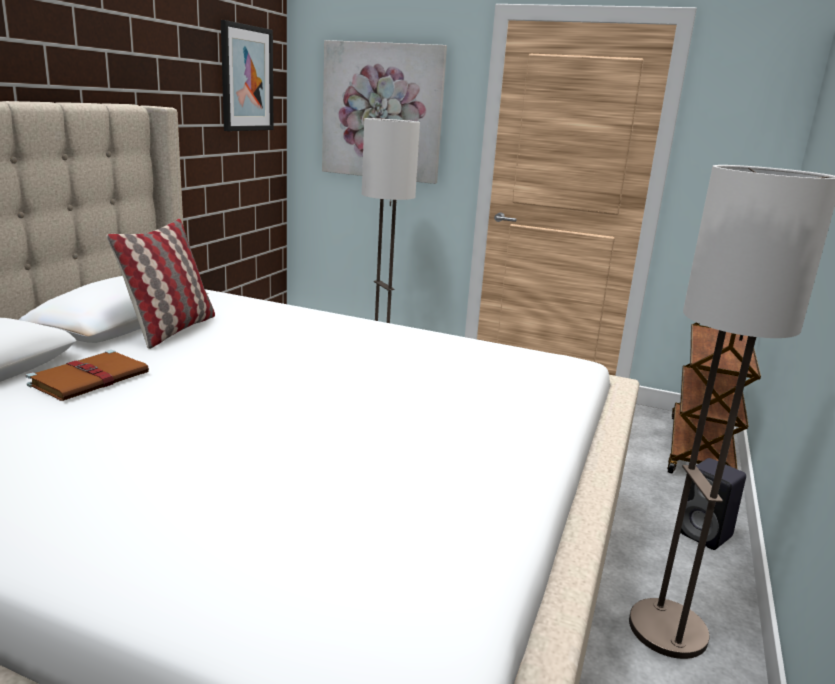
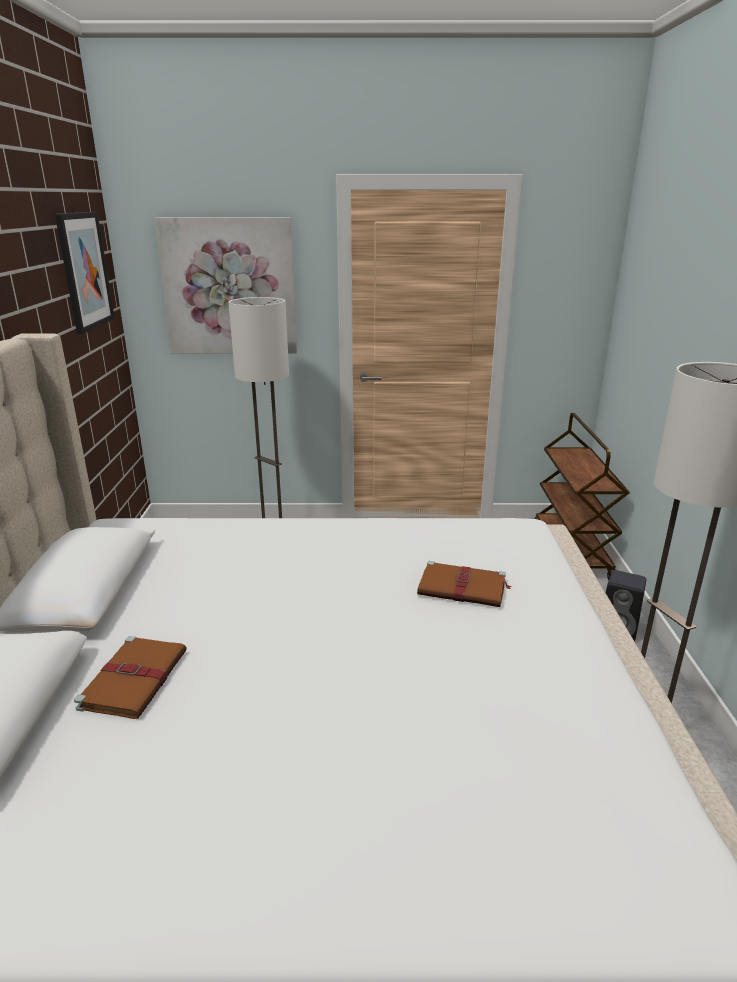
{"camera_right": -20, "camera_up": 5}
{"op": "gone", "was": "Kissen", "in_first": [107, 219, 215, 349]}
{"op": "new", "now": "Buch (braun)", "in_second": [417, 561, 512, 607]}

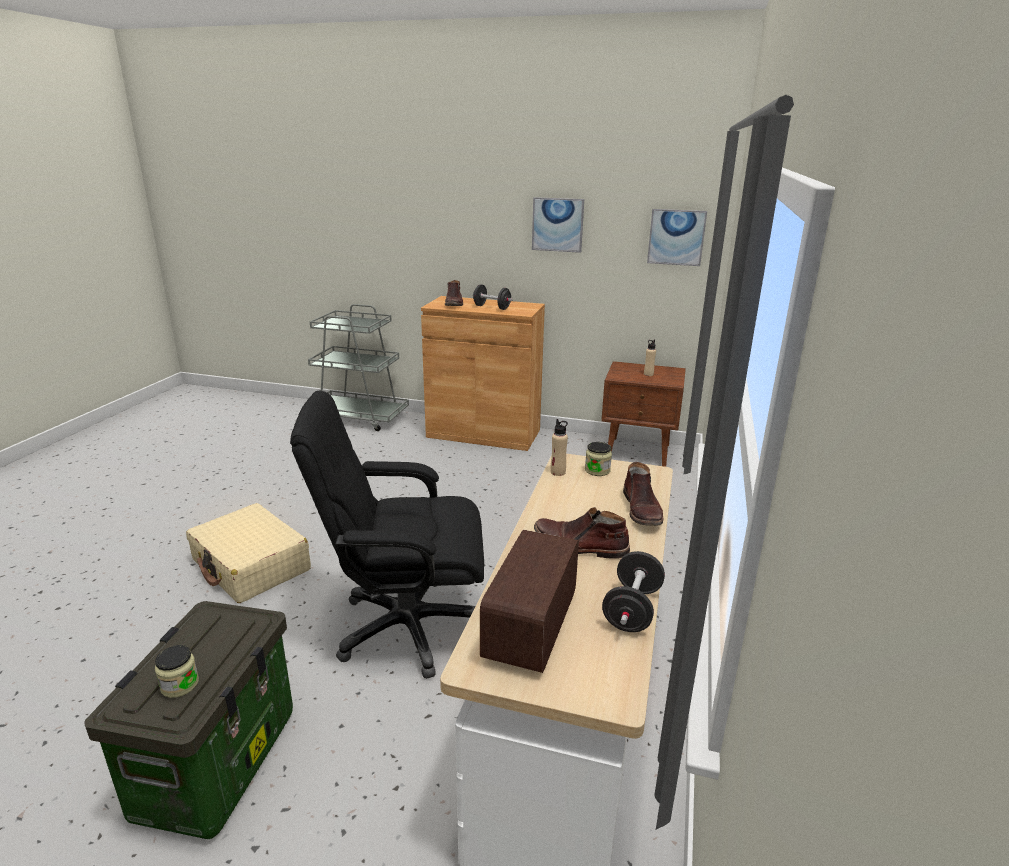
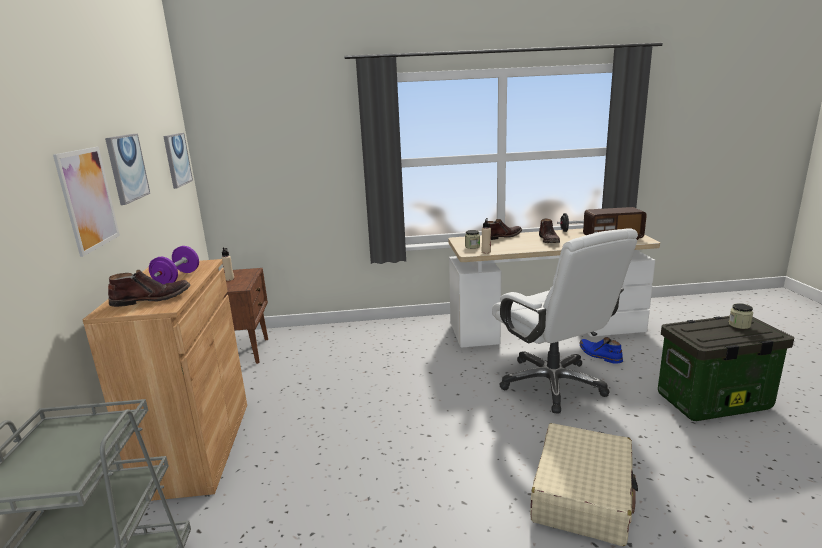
{"camera_right": -110, "camera_up": -5}
{"op": "repainted", "was": "Hantel (schwarz)", "now": "Hantel (lila)", "in_first": [473, 284, 512, 310], "in_second": [149, 246, 199, 284]}
{"op": "repainted", "was": "Bürostuhl (schwarz)", "now": "Bürostuhl (weiß)", "in_first": [290, 391, 484, 679], "in_second": [492, 228, 638, 414]}
{"op": "new", "now": "Bild", "in_second": [53, 147, 120, 257]}
{"op": "new", "now": "Stiefel (blau)", "in_second": [579, 337, 623, 364]}

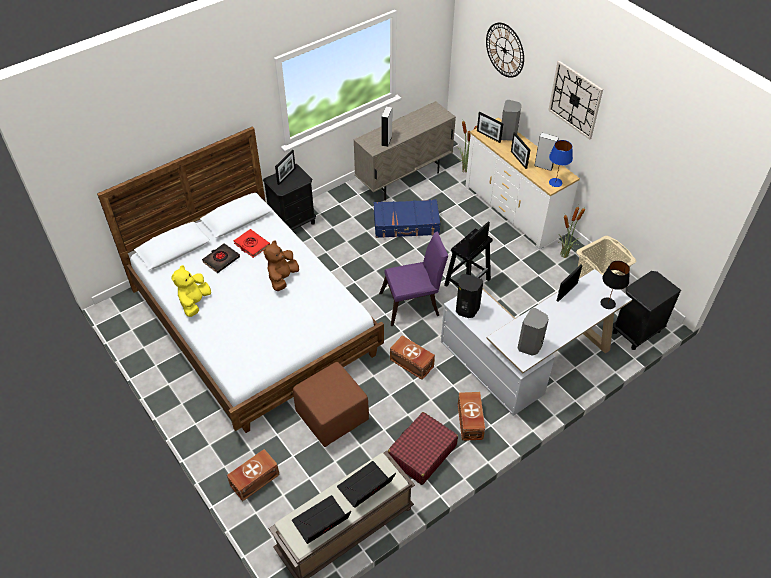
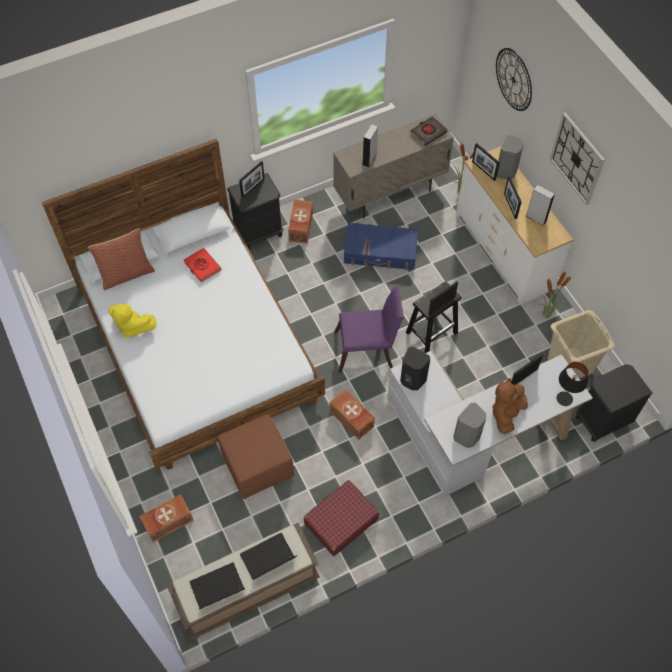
{"camera_right": 10, "camera_up": 10}
{"op": "gone", "was": "Tischlampe (blau)", "in_first": [549, 140, 573, 187]}
{"op": "shifted", "was": "Plüschtier (braun)", "in_first": [263, 240, 299, 291], "in_second": [492, 378, 528, 434]}
{"op": "shifted", "was": "Buch (schwarz)", "in_first": [202, 243, 240, 273], "in_second": [410, 116, 447, 146]}
{"op": "rotated", "was": "Plüschtier (gelb)", "in_first": [171, 265, 211, 317], "in_second": [109, 304, 157, 338], "clockwise": -90}
{"op": "shifted", "was": "Aufbewahrungsbox (braun)", "in_first": [458, 392, 485, 441], "in_second": [288, 200, 313, 243]}
{"op": "new", "now": "Kissen", "in_second": [87, 228, 155, 290]}

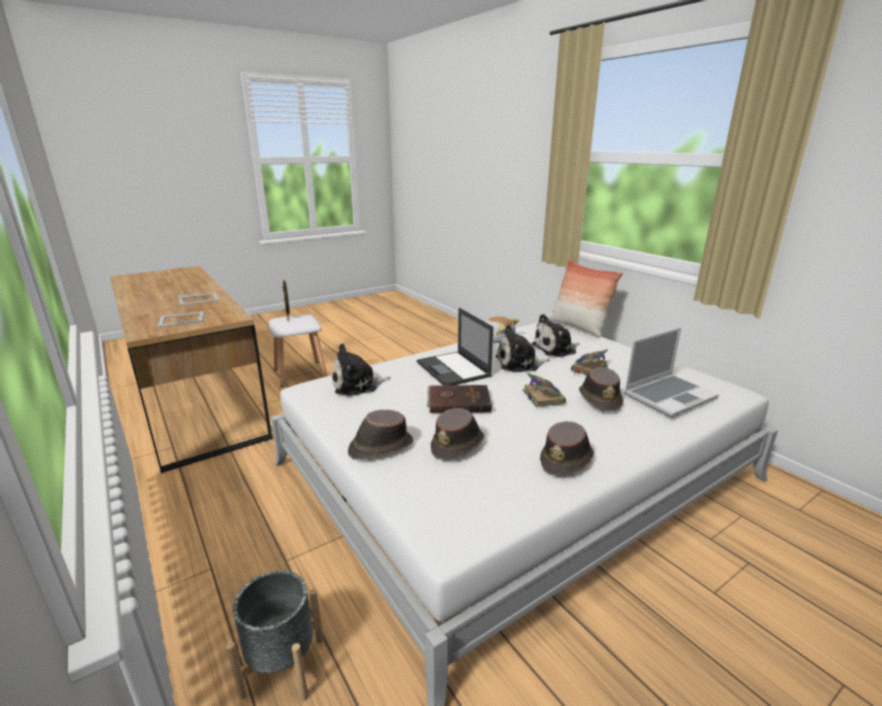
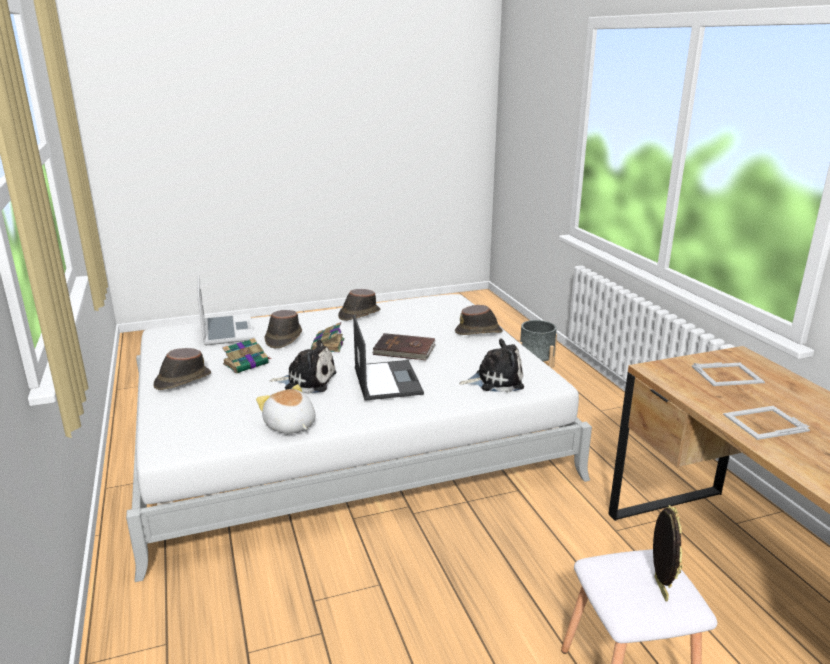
{"camera_right": -165, "camera_up": 0}
{"op": "gone", "was": "Kissen", "in_first": [549, 260, 623, 338]}
{"op": "gone", "was": "Plüschtier", "in_first": [531, 314, 579, 357]}
{"op": "rotated", "was": "Laptop", "in_first": [624, 327, 719, 417], "in_second": [197, 276, 254, 346], "clockwise": 90}
{"op": "shifted", "was": "Hut (braun)", "in_first": [431, 408, 484, 461], "in_second": [153, 348, 211, 390]}

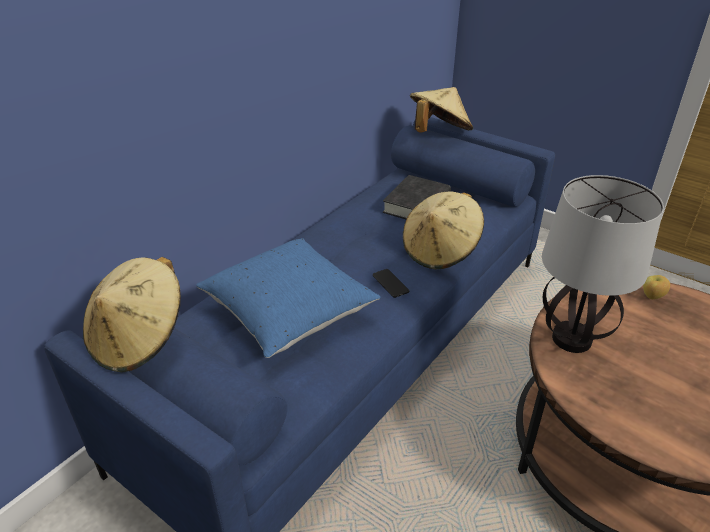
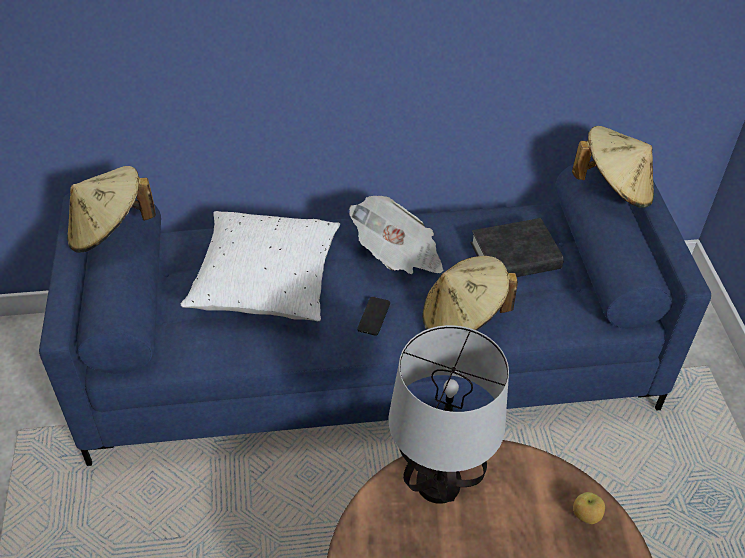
{"camera_right": 45, "camera_up": 10}
{"op": "repainted", "was": "Kissen (blau)", "now": "Kissen (weiß)", "in_first": [196, 238, 381, 358], "in_second": [181, 211, 340, 321]}
{"op": "new", "now": "Zeitung", "in_second": [349, 196, 443, 274]}

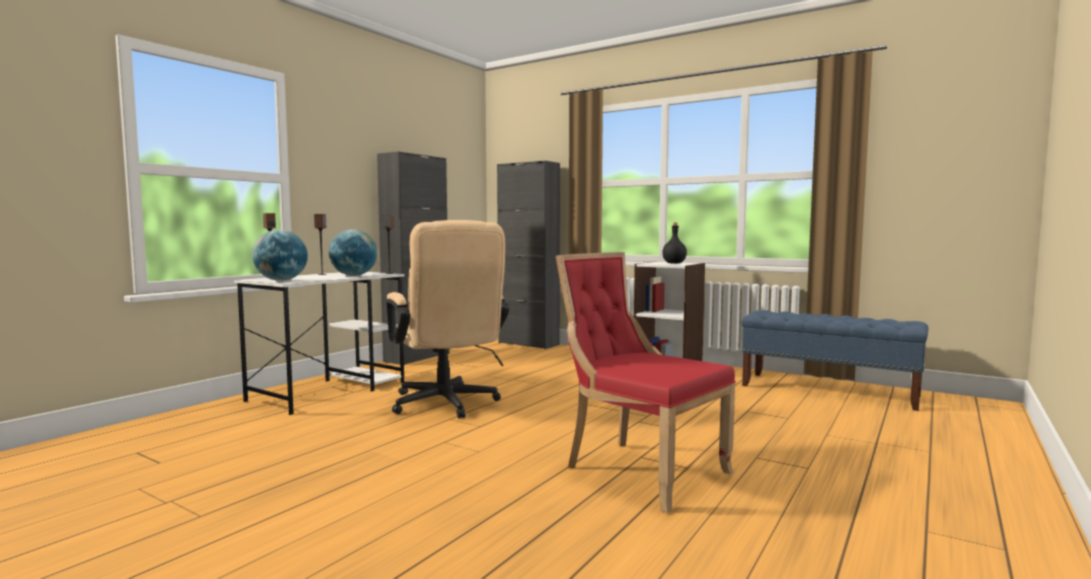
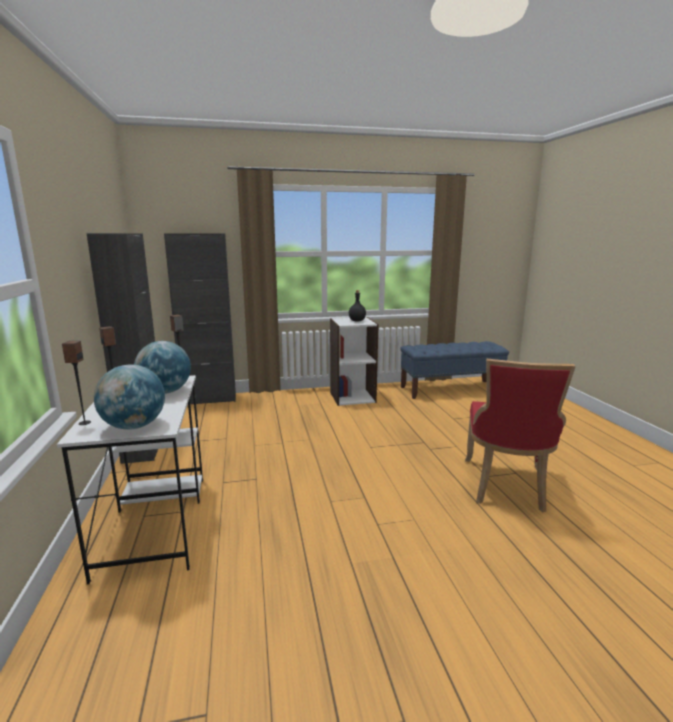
{"camera_right": -45, "camera_up": 10}
{"op": "gone", "was": "Bürostuhl (beige)", "in_first": [386, 220, 509, 418]}
{"op": "rotated", "was": "Stuhl (rot)", "in_first": [556, 252, 736, 513], "in_second": [465, 359, 575, 512], "clockwise": -75}

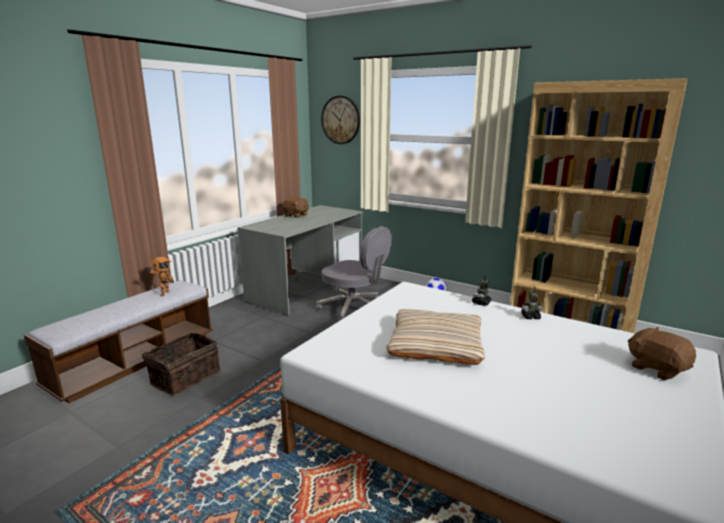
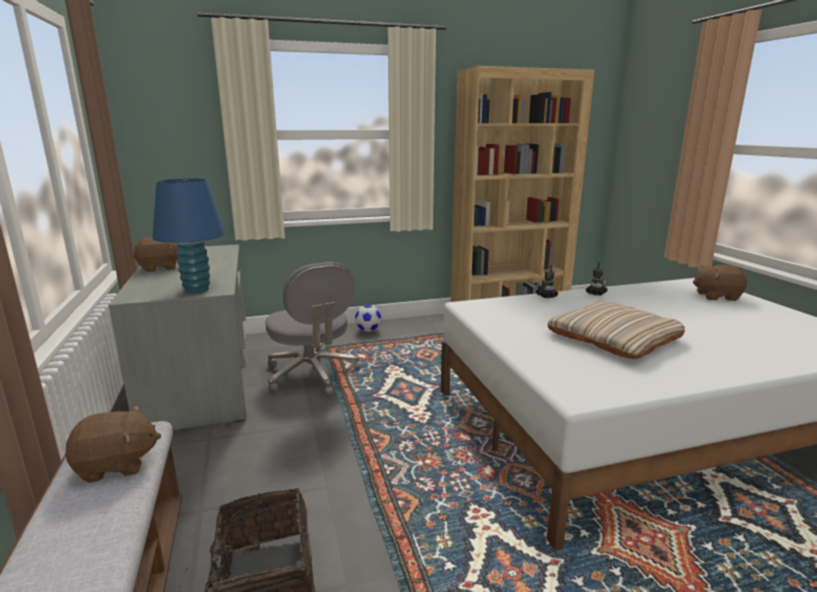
{"camera_right": -50, "camera_up": 0}
{"op": "gone", "was": "Wanduhr", "in_first": [321, 96, 360, 144]}
{"op": "rotated", "was": "Bürostuhl (grau)", "in_first": [316, 226, 392, 320], "in_second": [265, 262, 360, 396], "clockwise": 75}
{"op": "swapped", "was": "Spielzeugroboter", "now": "Plüschtier (braun)", "in_first": [147, 255, 174, 296], "in_second": [65, 405, 161, 483]}
{"op": "new", "now": "Tischlampe (blau)", "in_second": [152, 178, 225, 293]}

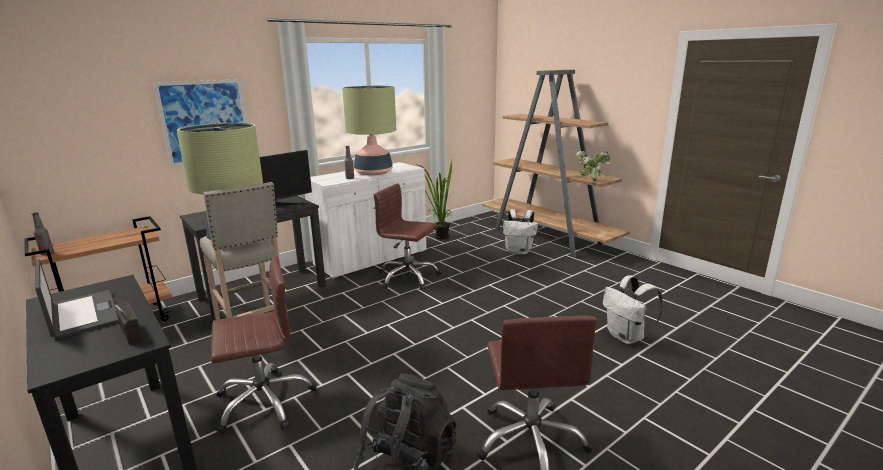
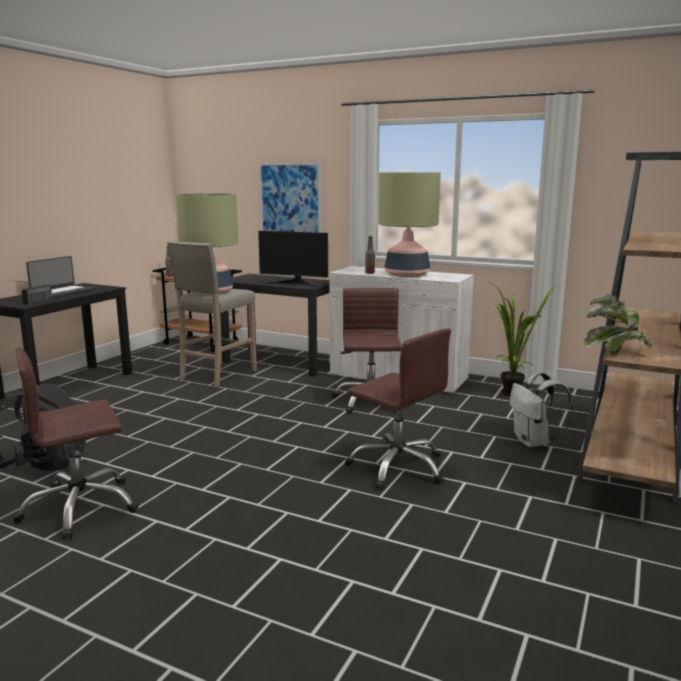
{"camera_right": 65, "camera_up": -5}
{"op": "shifted", "was": "Bürostuhl (braun)", "in_first": [211, 256, 317, 434], "in_second": [345, 328, 451, 490]}
{"op": "gone", "was": "Rucksack (weiß)", "in_first": [603, 275, 663, 344]}

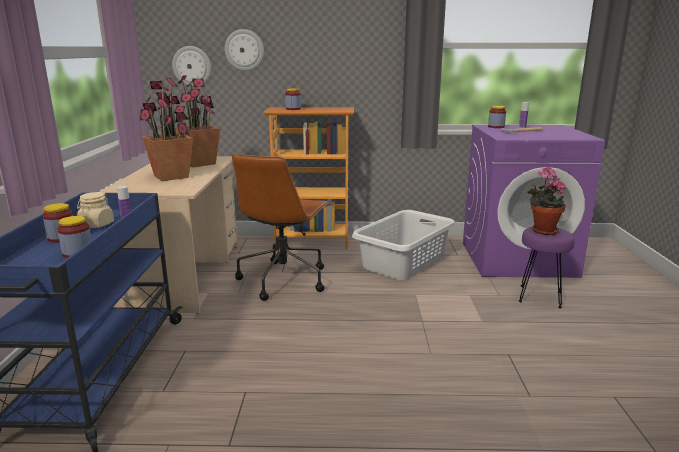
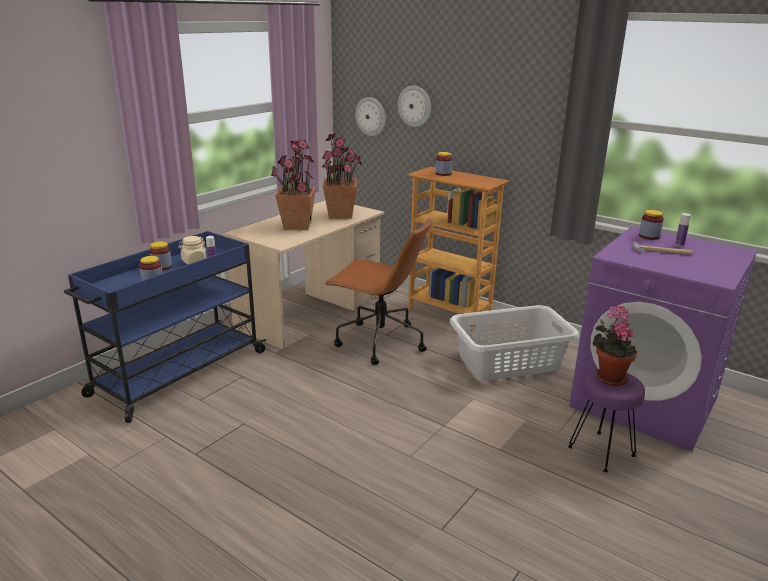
{"camera_right": 35, "camera_up": 5}
{"op": "rotated", "was": "Bürostuhl (braun)", "in_first": [232, 154, 330, 301], "in_second": [324, 218, 433, 365], "clockwise": -120}

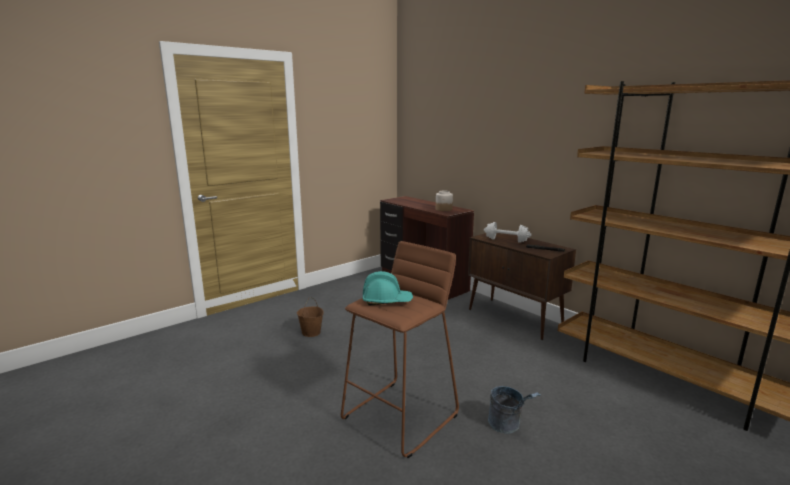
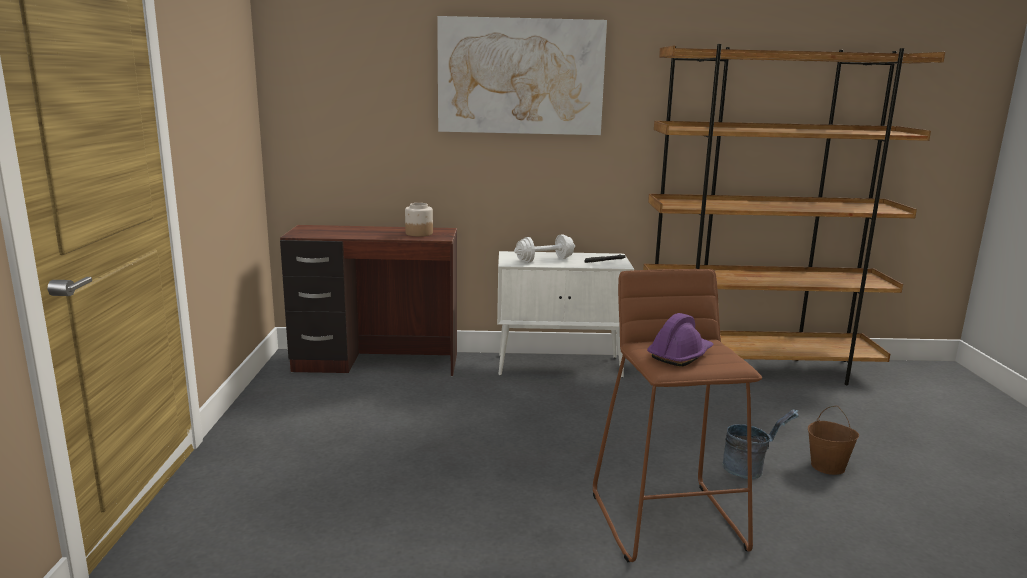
{"camera_right": -50, "camera_up": 0}
{"op": "repainted", "was": "Schrank (braun)", "now": "Schrank (weiß)", "in_first": [468, 233, 576, 340], "in_second": [497, 251, 634, 378]}
{"op": "repainted", "was": "Schutzhelm (türkis)", "now": "Schutzhelm (lila)", "in_first": [363, 271, 413, 306], "in_second": [647, 313, 714, 367]}
{"op": "shifted", "was": "Eimer (braun)", "in_first": [297, 297, 323, 337], "in_second": [808, 406, 859, 475]}
{"op": "new", "now": "Bild", "in_second": [437, 16, 607, 135]}

